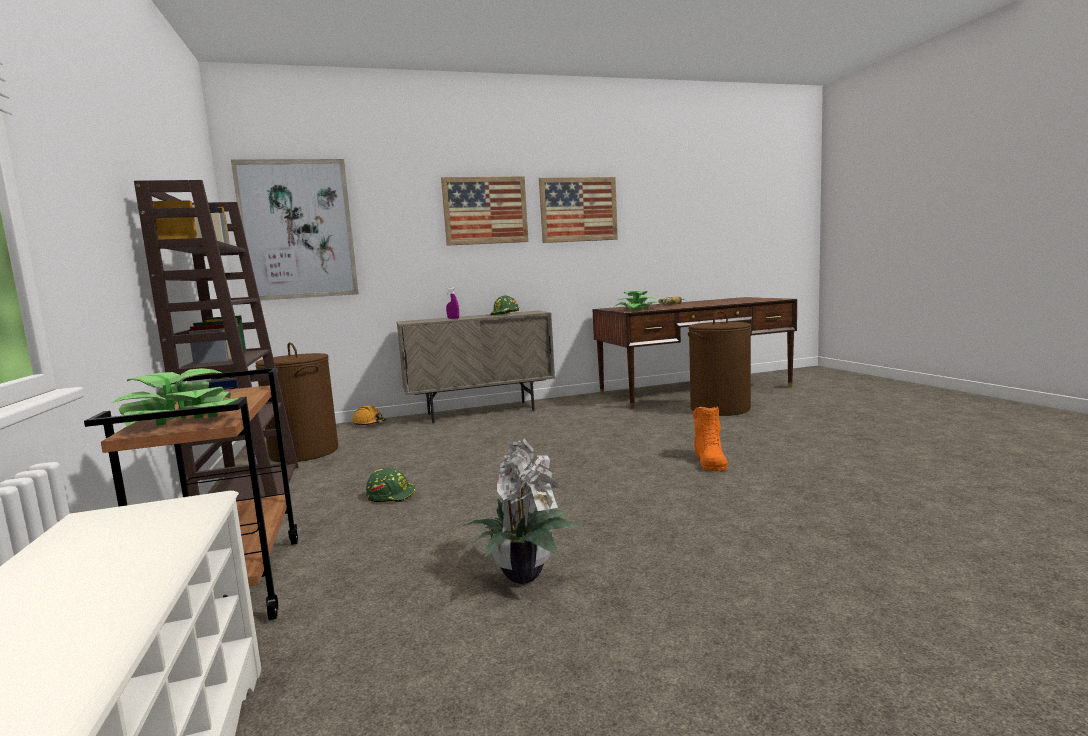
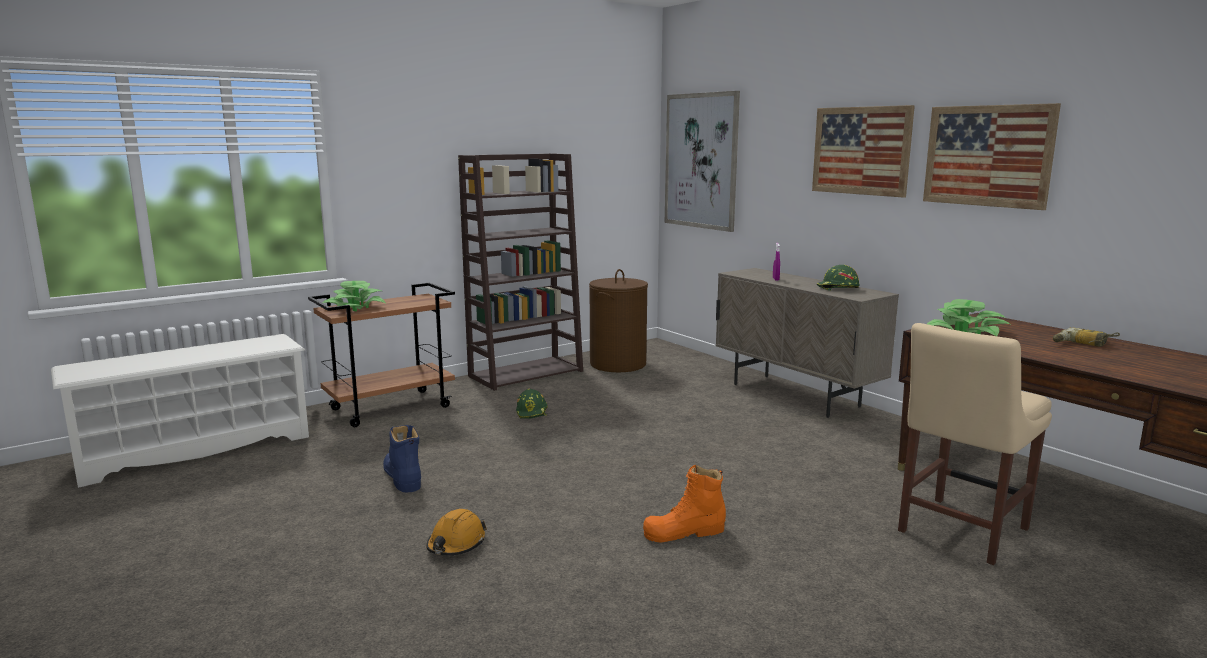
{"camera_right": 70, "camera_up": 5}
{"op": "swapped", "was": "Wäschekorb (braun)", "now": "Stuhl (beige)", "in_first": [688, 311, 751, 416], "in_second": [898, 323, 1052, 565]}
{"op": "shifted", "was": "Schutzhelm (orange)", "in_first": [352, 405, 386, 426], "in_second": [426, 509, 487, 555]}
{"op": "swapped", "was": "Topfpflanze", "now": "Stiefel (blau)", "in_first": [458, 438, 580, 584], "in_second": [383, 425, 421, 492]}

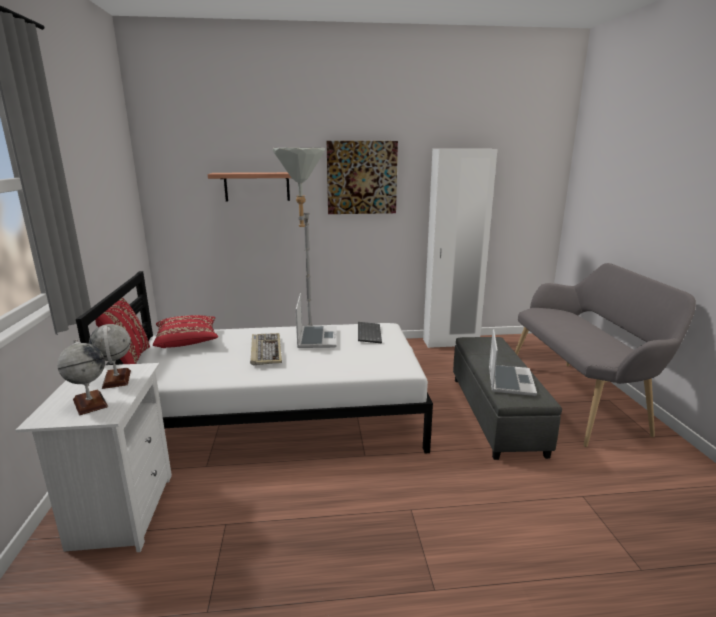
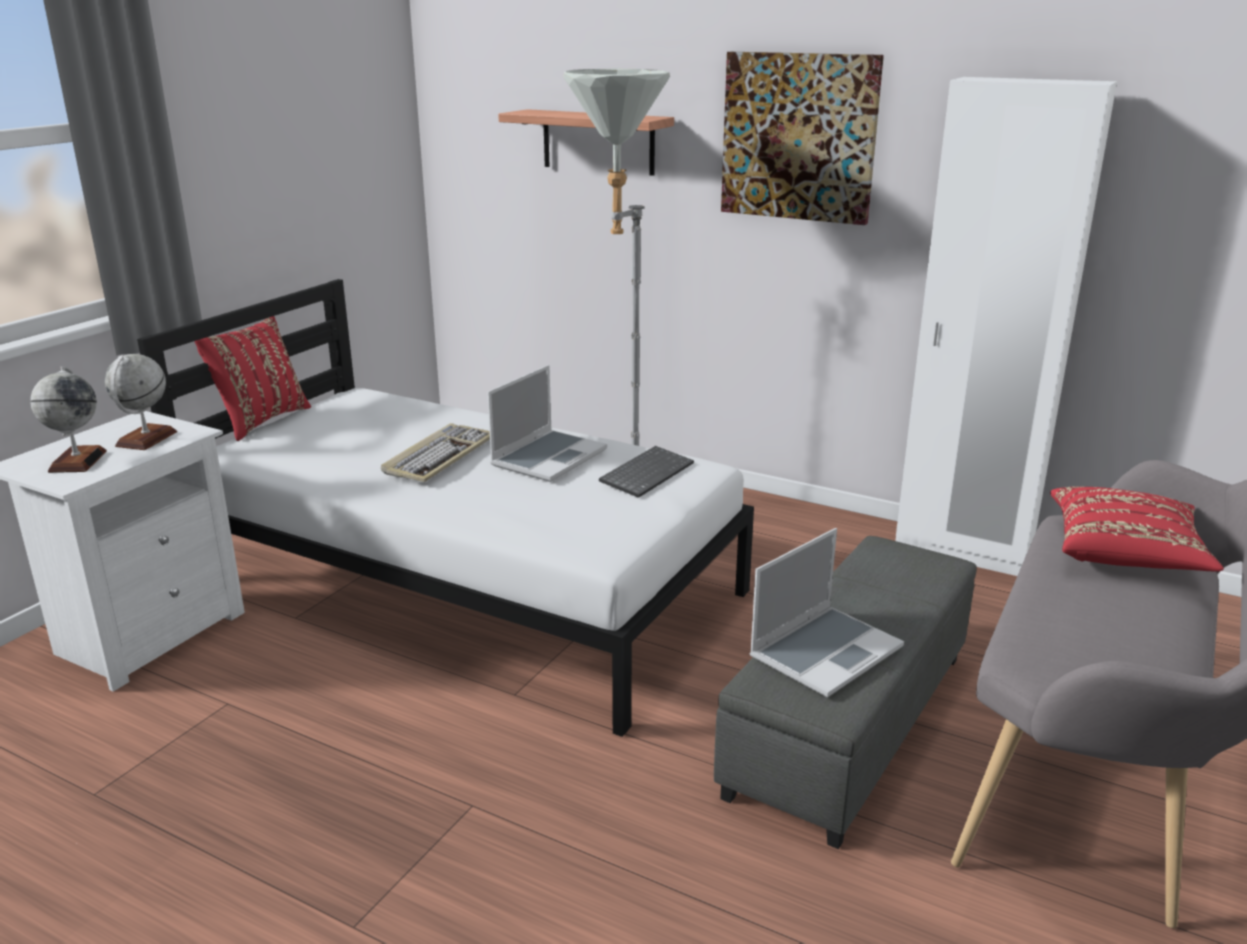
{"camera_right": 35, "camera_up": 5}
{"op": "shifted", "was": "Kissen (rot)", "in_first": [153, 315, 218, 348], "in_second": [1050, 486, 1224, 571]}

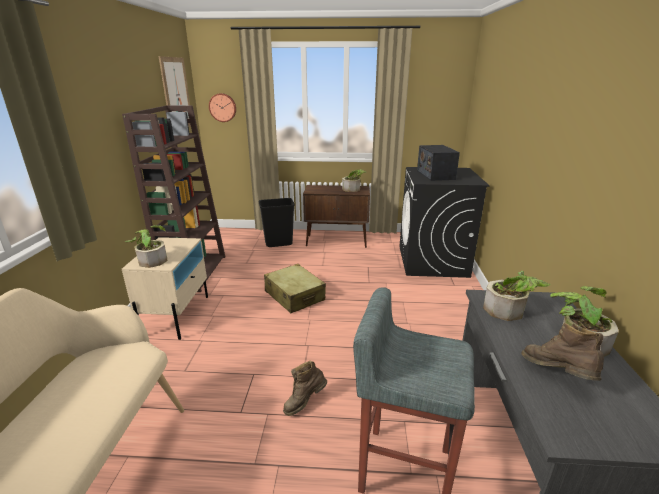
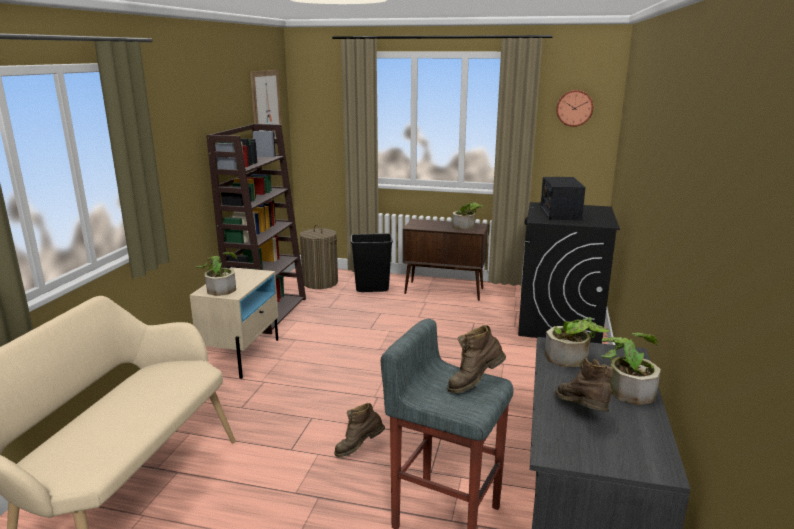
{"camera_right": 10, "camera_up": -5}
{"op": "shifted", "was": "Wanduhr", "in_first": [209, 93, 236, 122], "in_second": [556, 90, 593, 127]}
{"op": "gone", "was": "Koffer (beige)", "in_first": [264, 264, 326, 313]}
{"op": "new", "now": "Wäschekorb", "in_second": [300, 225, 338, 289]}
{"op": "new", "now": "Stiefel (braun)", "in_second": [447, 325, 506, 393]}

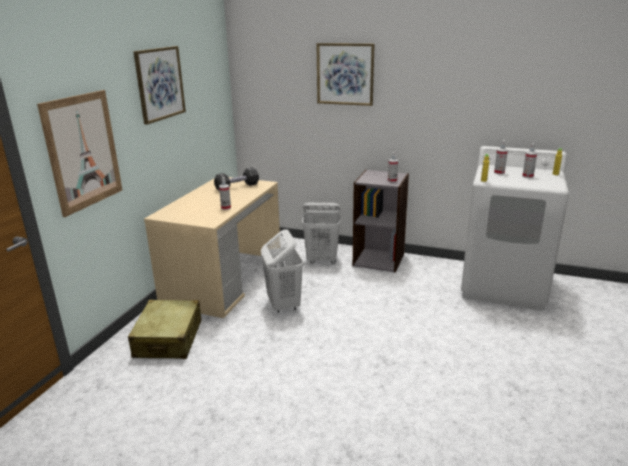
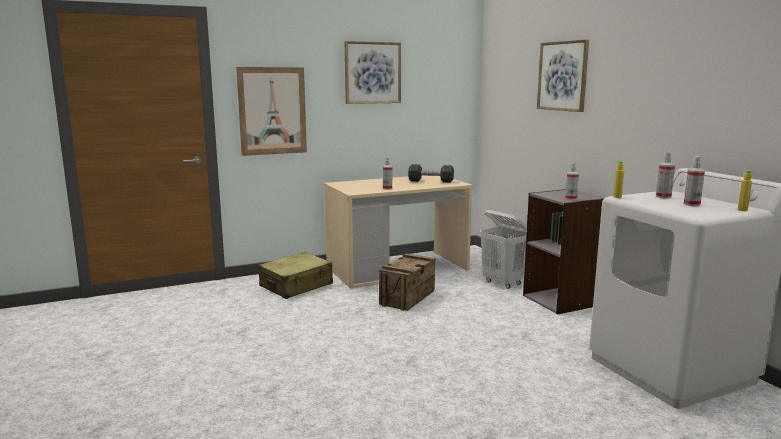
{"camera_right": 45, "camera_up": -10}
{"op": "swapped", "was": "Wäschekorb (weiß)", "now": "Kiste", "in_first": [261, 229, 304, 313], "in_second": [379, 253, 436, 311]}

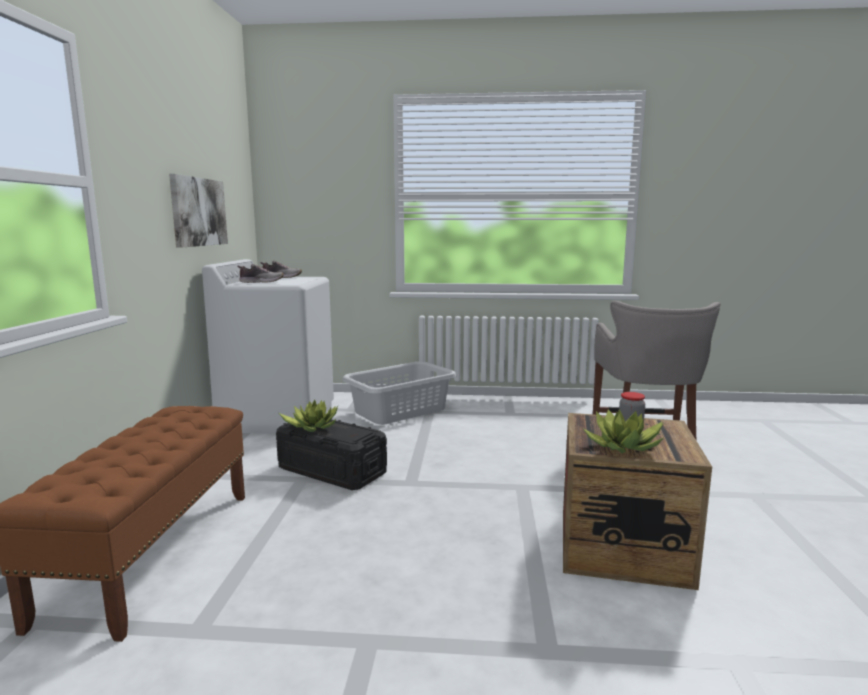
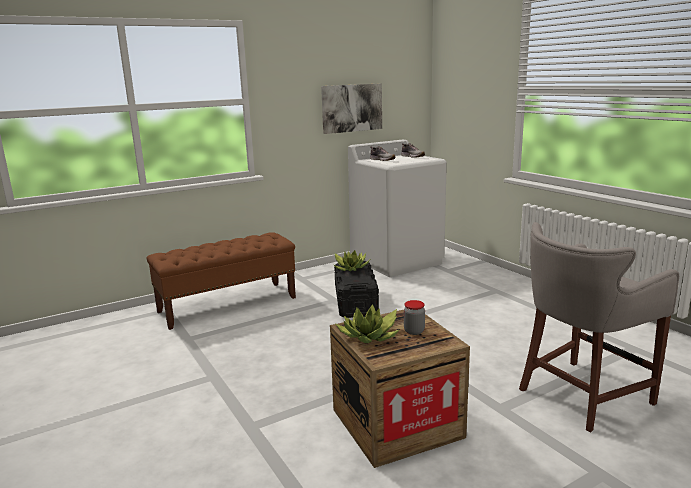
{"camera_right": 55, "camera_up": 5}
{"op": "gone", "was": "Wäschekorb (grau)", "in_first": [342, 362, 456, 425]}

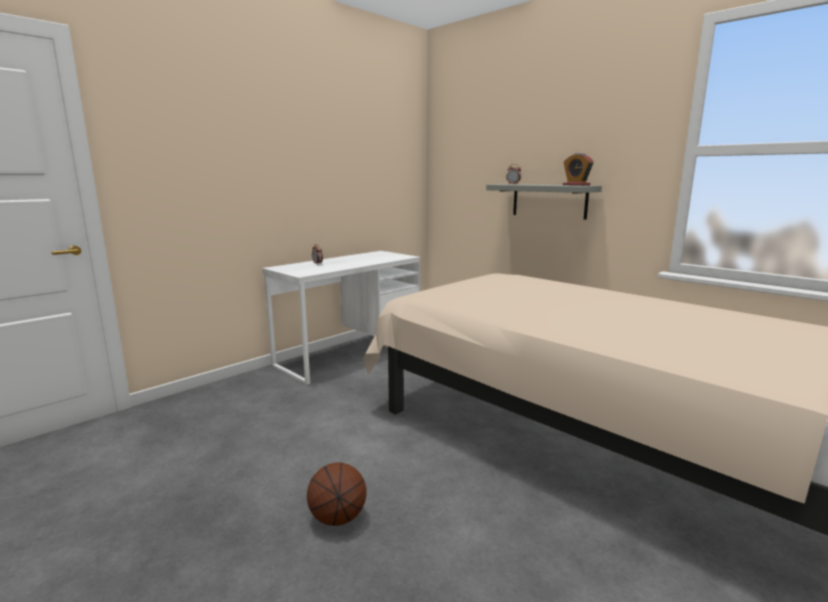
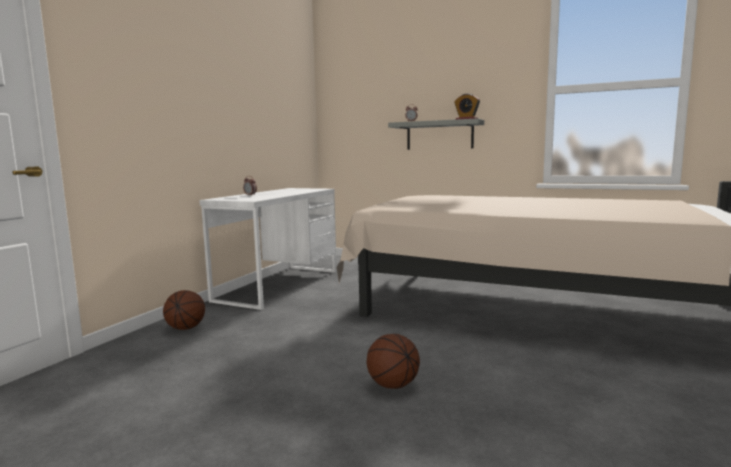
{"camera_right": -20, "camera_up": -5}
{"op": "new", "now": "Basketball", "in_second": [163, 290, 205, 330]}

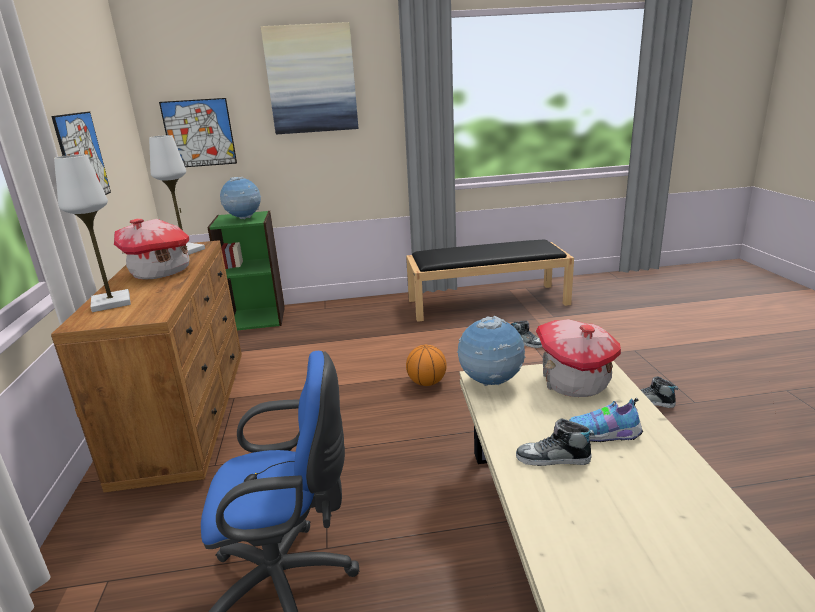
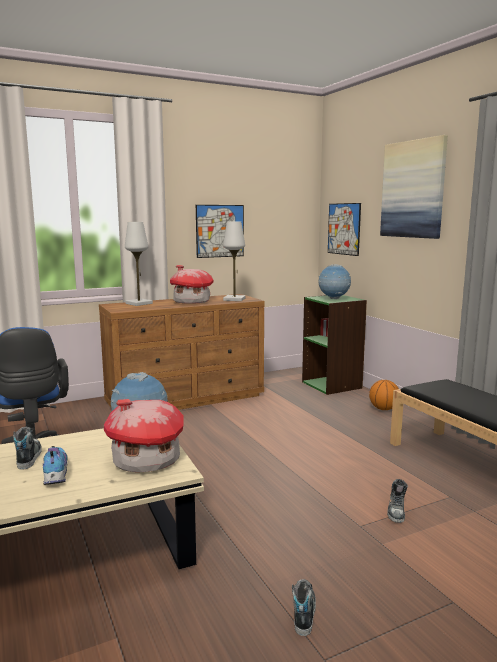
{"camera_right": 70, "camera_up": -10}
{"op": "shifted", "was": "Basketball", "in_first": [406, 345, 447, 386], "in_second": [369, 380, 399, 410]}

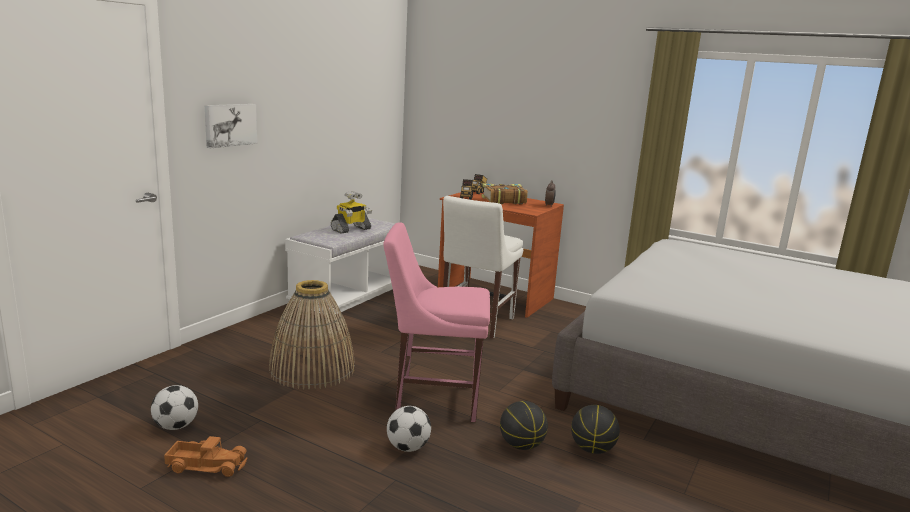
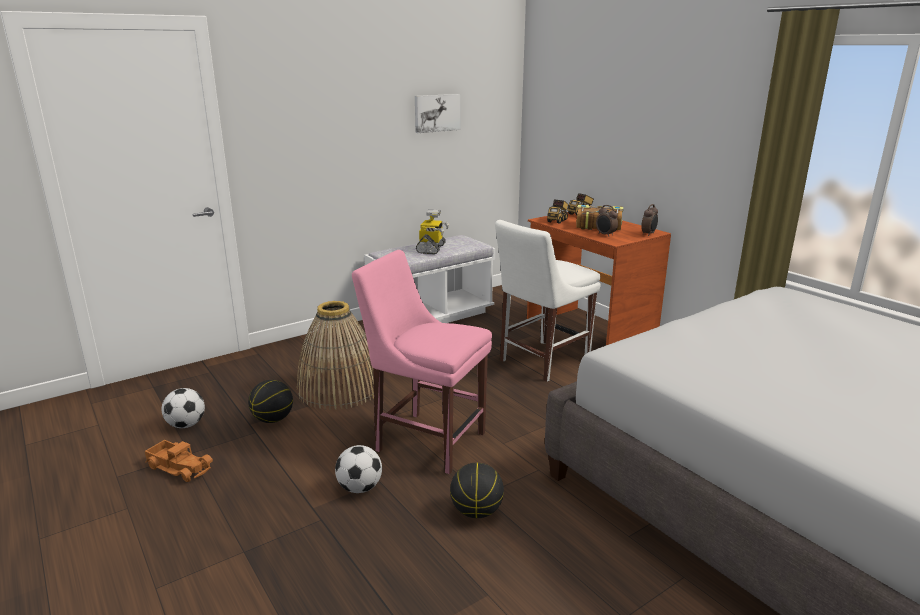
{"camera_right": 25, "camera_up": 5}
{"op": "shifted", "was": "Bild", "in_first": [205, 104, 257, 148], "in_second": [415, 94, 461, 133]}
{"op": "rotated", "was": "Spielzeugroboter", "in_first": [331, 191, 372, 234], "in_second": [416, 209, 449, 254], "clockwise": -60}
{"op": "shifted", "was": "Basketball", "in_first": [571, 405, 620, 454], "in_second": [248, 380, 293, 423]}
{"op": "new", "now": "Wecker", "in_second": [596, 205, 618, 237]}

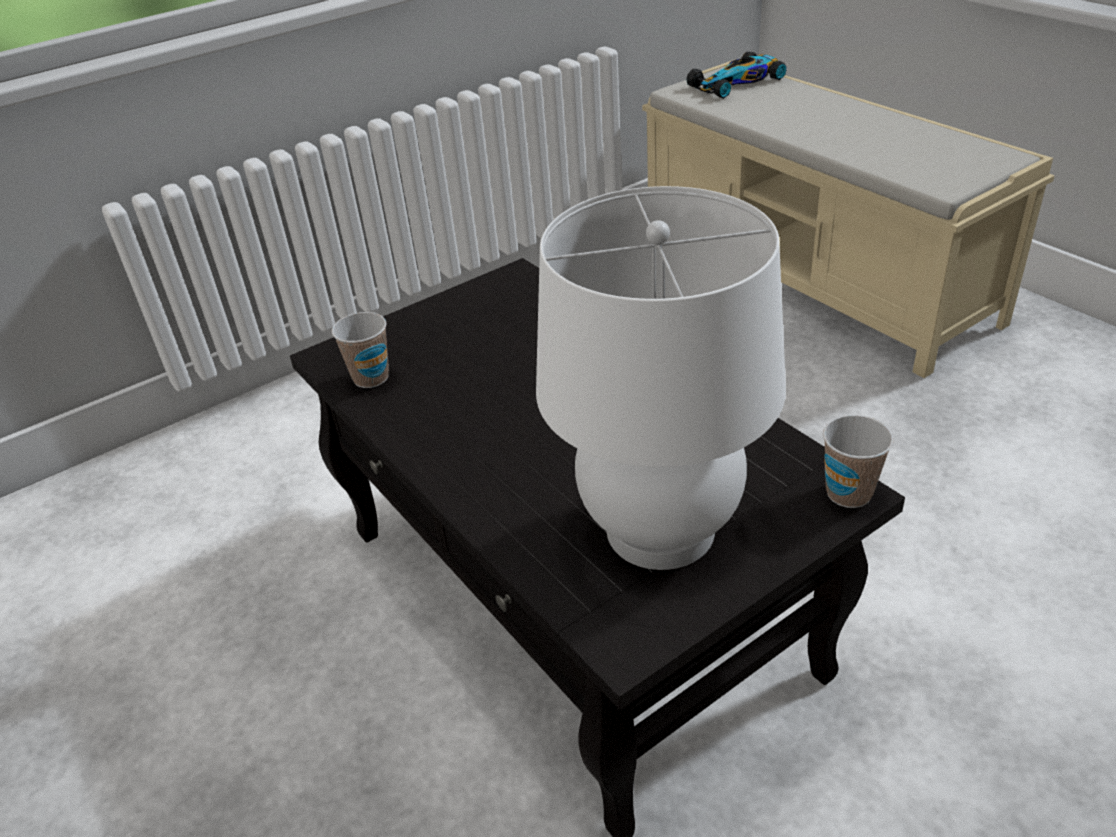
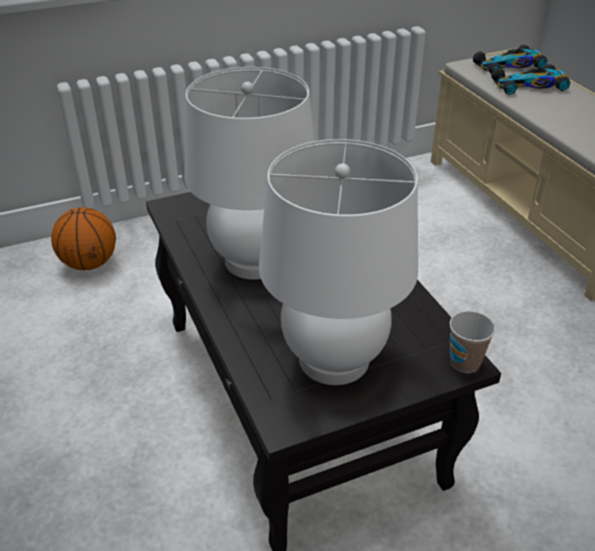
{"camera_right": 10, "camera_up": 0}
{"op": "gone", "was": "Tasse", "in_first": [332, 312, 389, 388]}
{"op": "new", "now": "Spielzeugauto", "in_second": [491, 64, 570, 95]}
{"op": "new", "now": "Tischlampe (weiß)", "in_second": [185, 67, 314, 280]}
{"op": "new", "now": "Basketball", "in_second": [51, 207, 116, 270]}

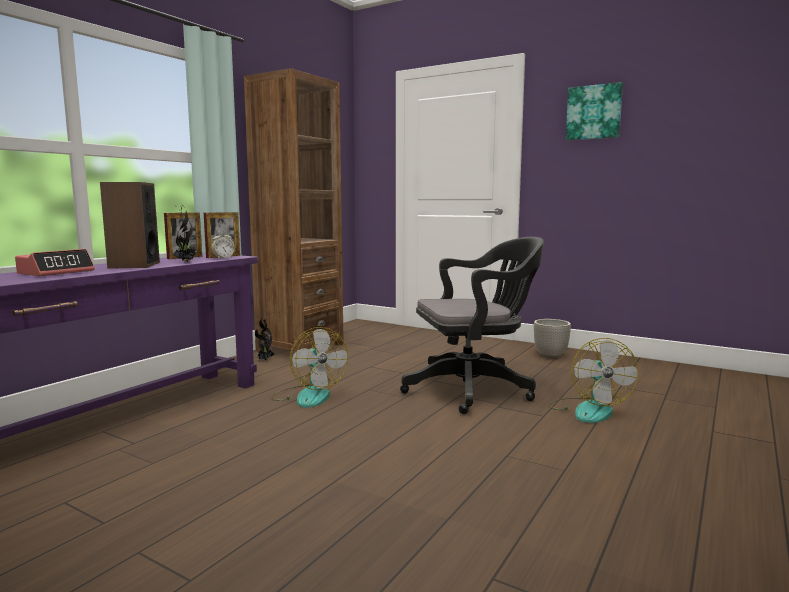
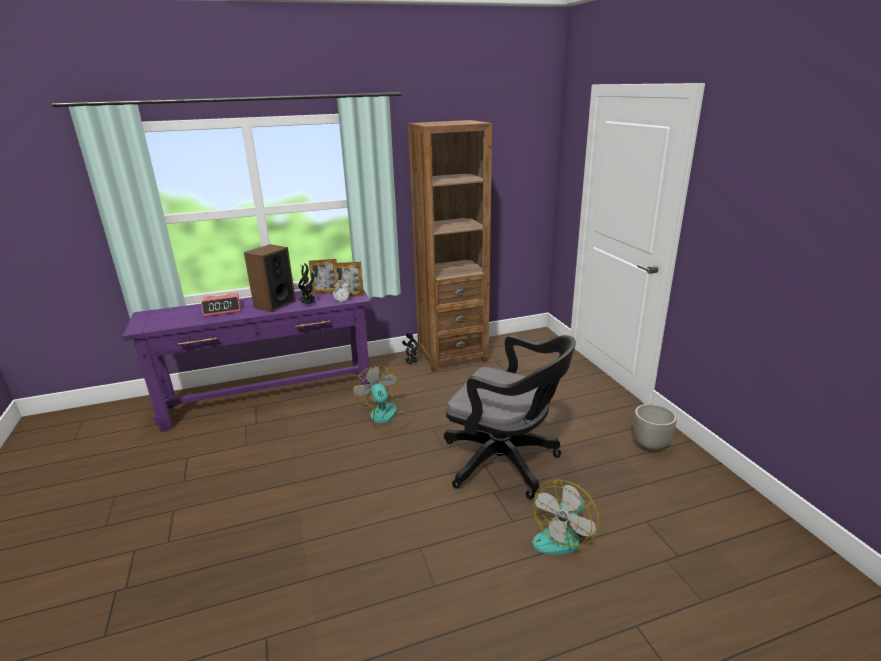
{"camera_right": 40, "camera_up": 15}
{"op": "gone", "was": "Bild", "in_first": [566, 82, 623, 140]}
{"op": "rotated", "was": "Ventilator", "in_first": [271, 327, 348, 408], "in_second": [352, 366, 416, 433], "clockwise": 150}

